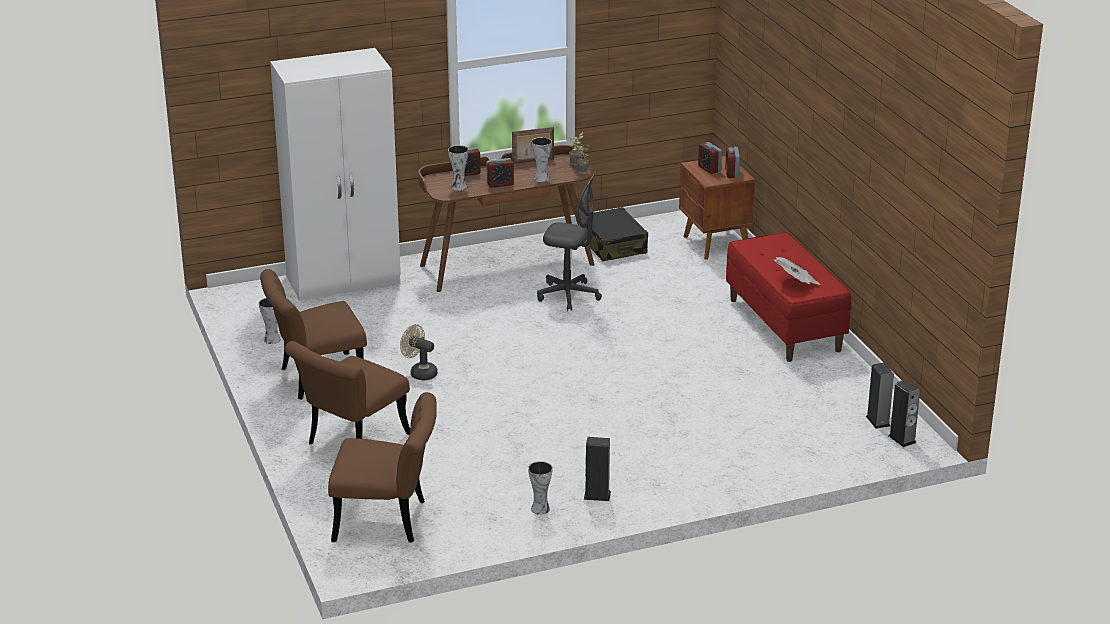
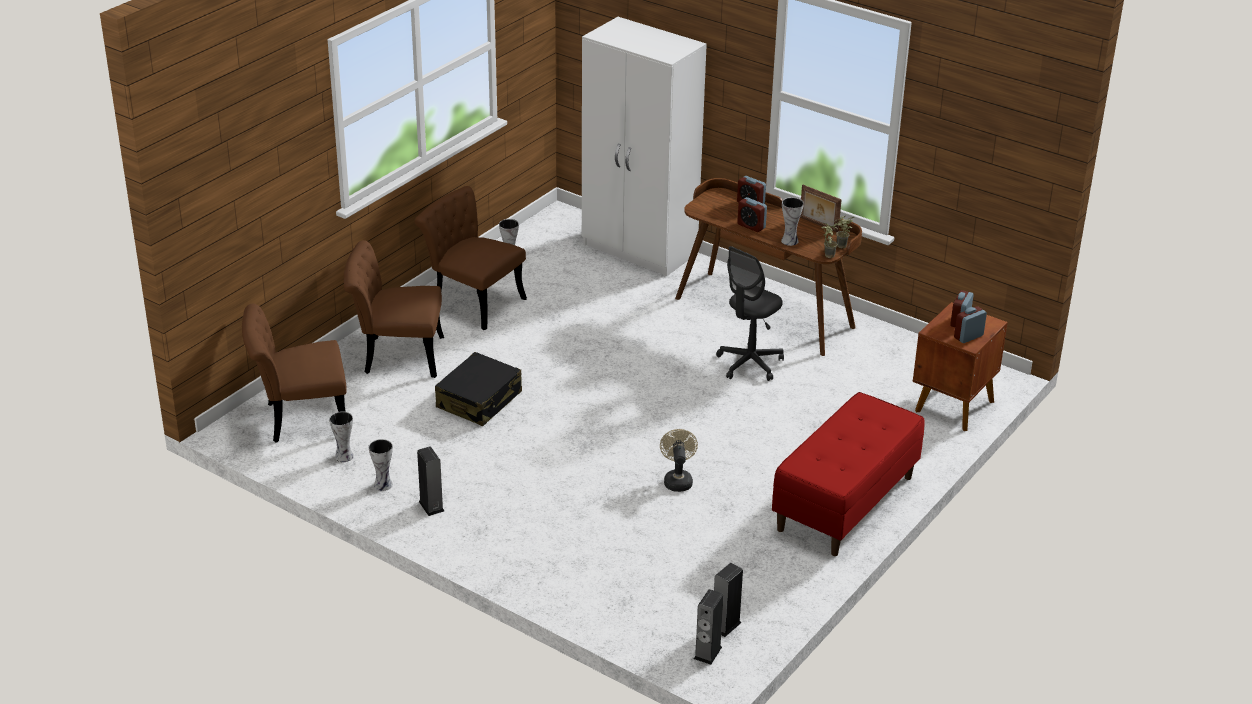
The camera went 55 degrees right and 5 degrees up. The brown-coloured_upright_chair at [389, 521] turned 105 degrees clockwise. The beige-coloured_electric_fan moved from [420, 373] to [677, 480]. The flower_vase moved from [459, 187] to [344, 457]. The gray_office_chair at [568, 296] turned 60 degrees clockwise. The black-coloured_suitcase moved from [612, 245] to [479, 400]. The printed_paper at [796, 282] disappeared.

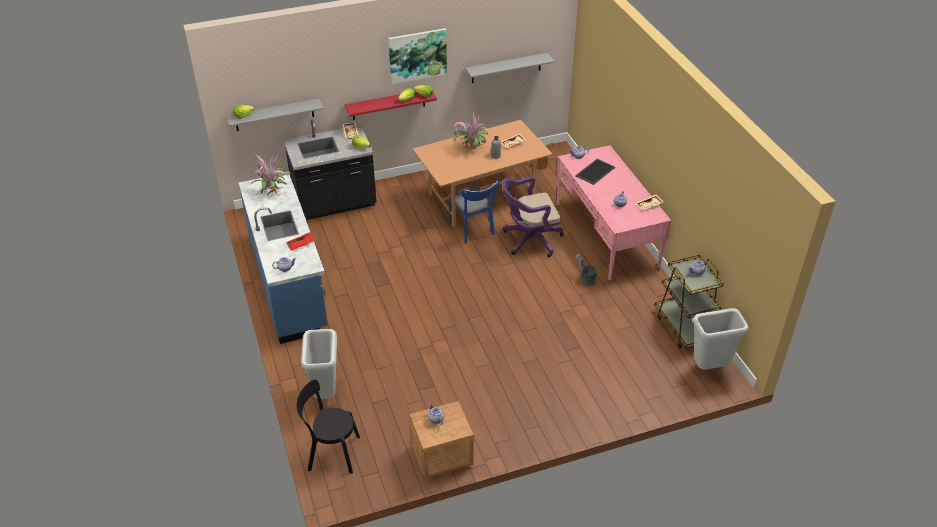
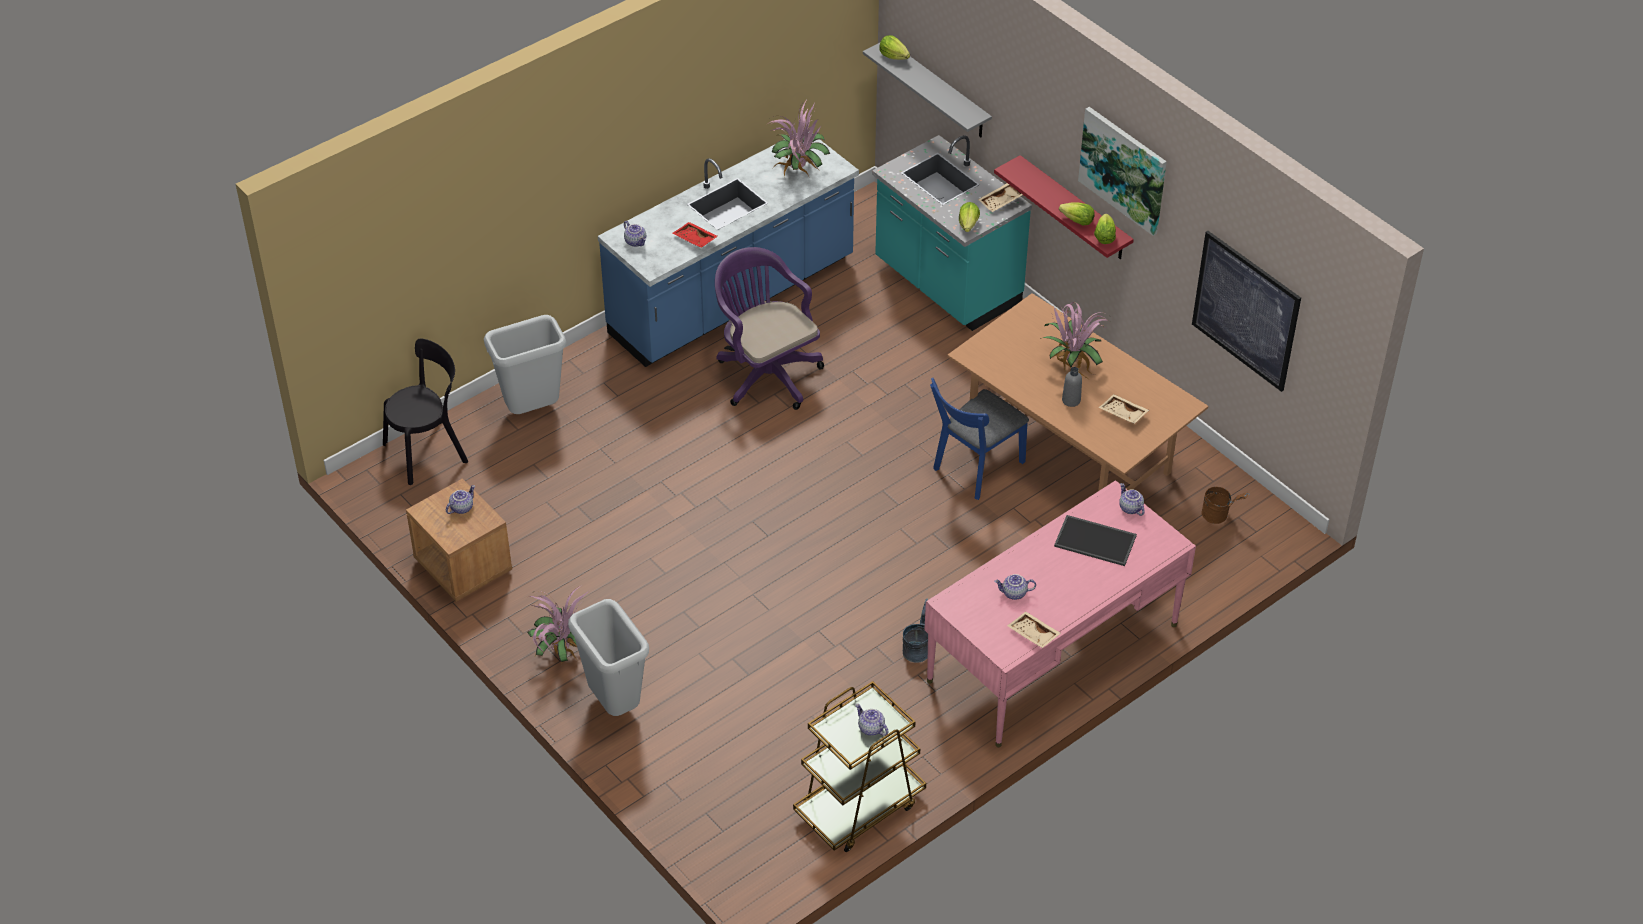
The camera went 70 degrees right and 5 degrees up. The black-coloured_counter at [335, 205] became the blue-green_counter at [946, 284]. The black-coloured_upright_chair at [331, 453] turned 75 degrees clockwise. The gray_shelf at [506, 68] was replaced by the wall_art at [1246, 310]. The purple-coloured_office_chair moved from [529, 240] to [765, 373]. The gray_rubbish_bin moved from [709, 367] to [616, 704]. The plant_in_a_pot at [561, 653] appeared.

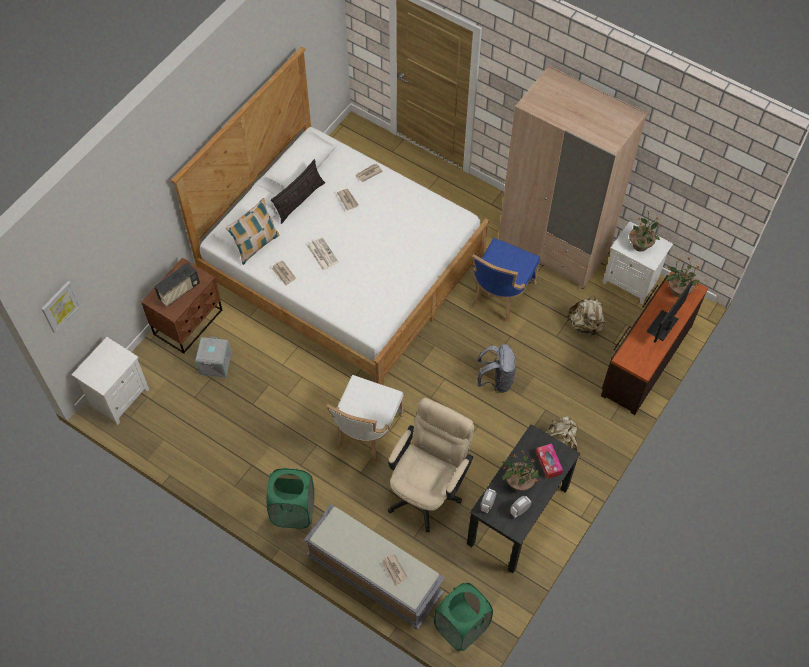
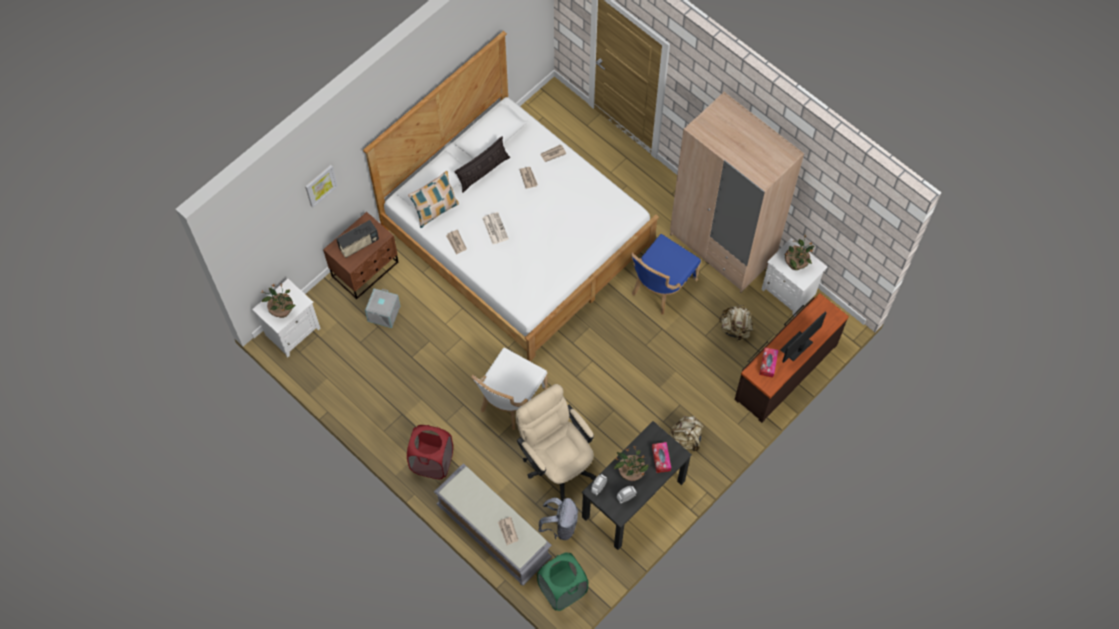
The camera went 10 degrees right and 5 degrees up. The wall_art moved from [60, 306] to [320, 185]. The green_laundry_basket at [293, 511] became the red-coloured_laundry_basket at [432, 462]. The beige-coloured_office_chair at [428, 488] turned 75 degrees counterclockwise. The gray_backpack moved from [496, 380] to [560, 525]. The plant_in_a_pot moved from [678, 290] to [282, 310]. The box_of_tissues at [768, 364] appeared.

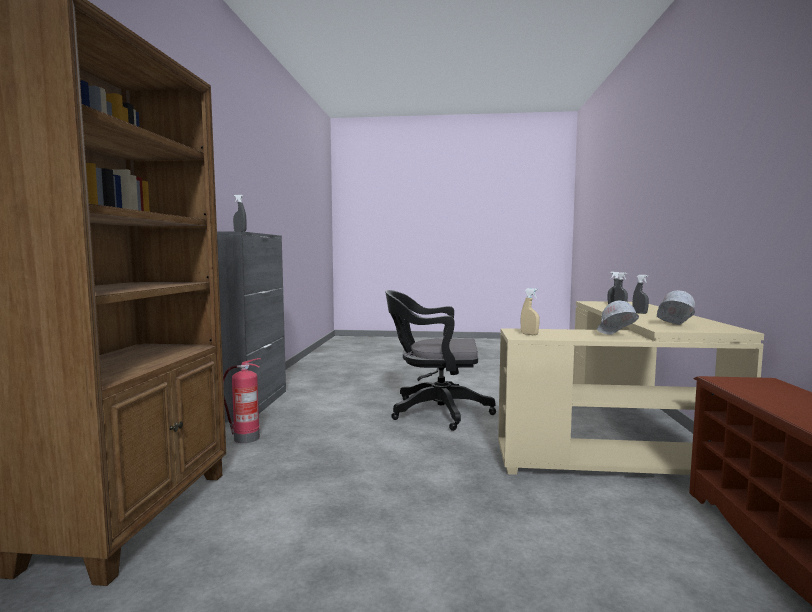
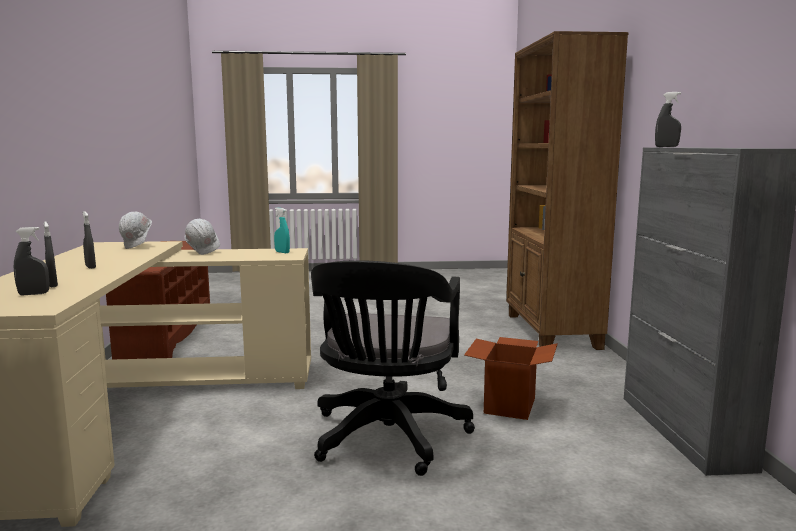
The camera went 170 degrees right and 5 degrees up. The fire_extinguisher at [245, 438] disappeared. The black-coloured_office_chair at [434, 412] turned 105 degrees clockwise. The beige-coloured_spray_bottle at [529, 334] became the blue-green_spray_bottle at [282, 252]. The packing_box at [509, 405] appeared.

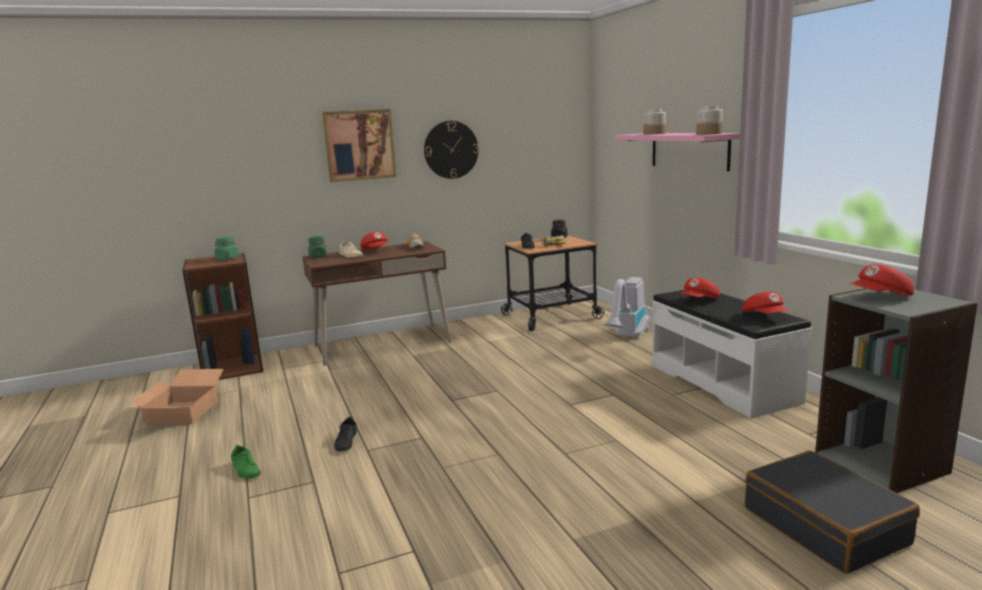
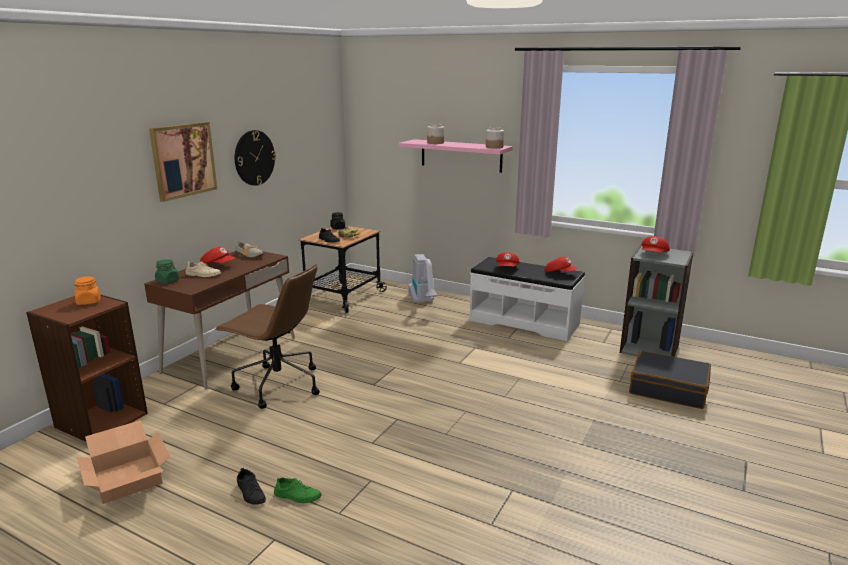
The camera went 40 degrees left and 5 degrees up. The green_storage_jar at [227, 258] became the orangey_storage_jar at [89, 302]. The black-coloured_item_of_footwear moved from [346, 441] to [251, 493]. The brown-coloured_office_chair at [277, 385] appeared.

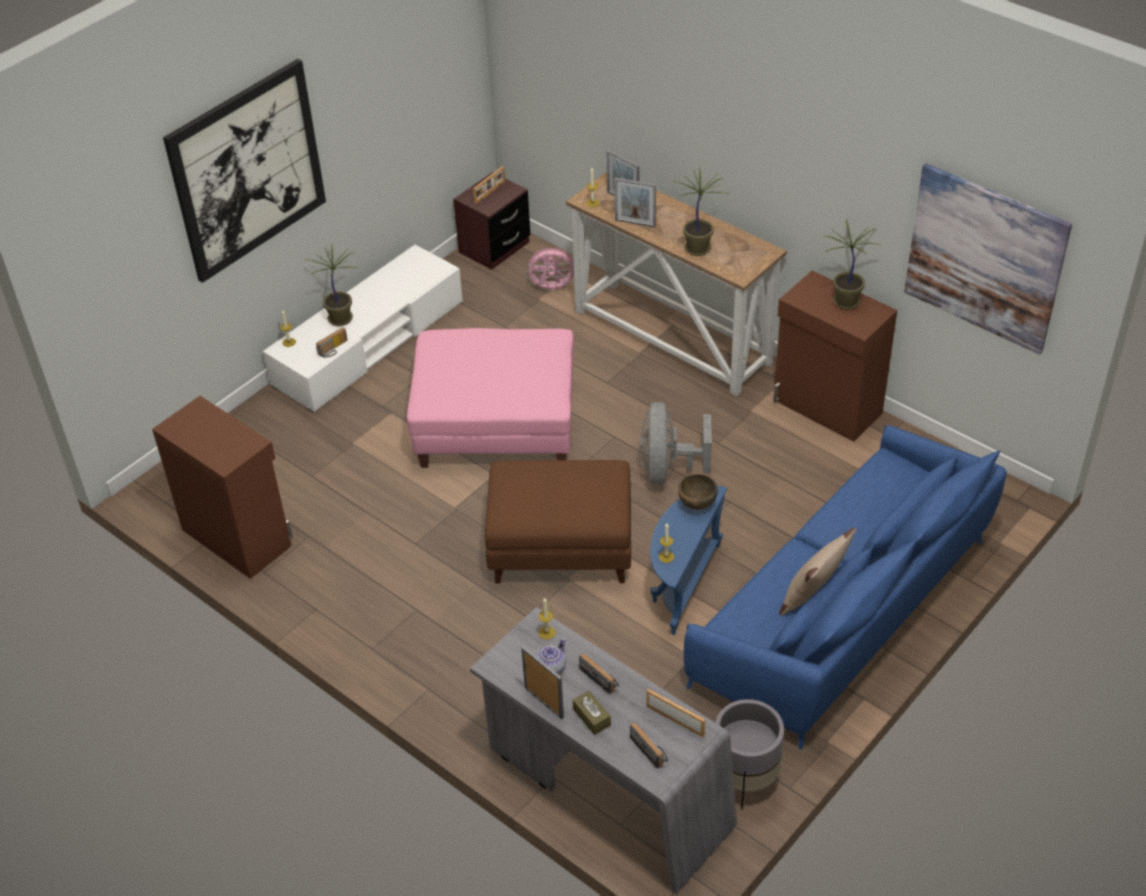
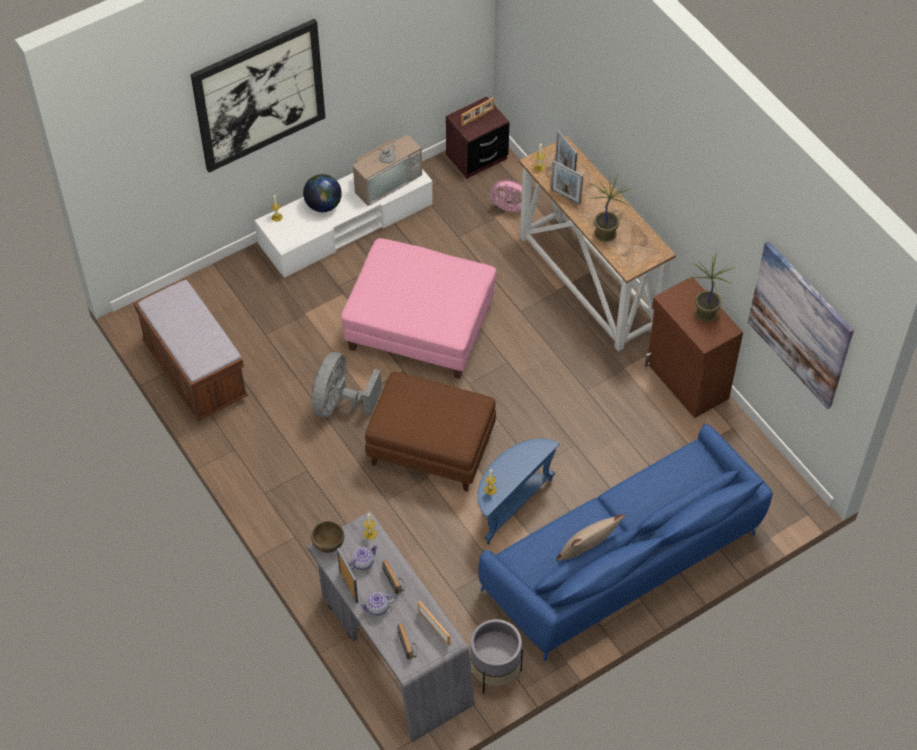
The camera went 15 degrees right and 10 degrees up. The brown-coloured_cupboard at [237, 536] was replaced by the brown-coloured_indoor_bench at [195, 372]. The plant_in_a_pot at [341, 318] was replaced by the globe at [323, 205]. The radio_set at [334, 349] disappeared. The brown-coloured_box_of_tissues at [592, 717] was replaced by the teapot at [377, 608]. The gray_electric_fan moved from [668, 470] to [340, 403]. The brown-coloured_bowl moved from [696, 505] to [328, 545]. The TV_set at [386, 180] appeared.

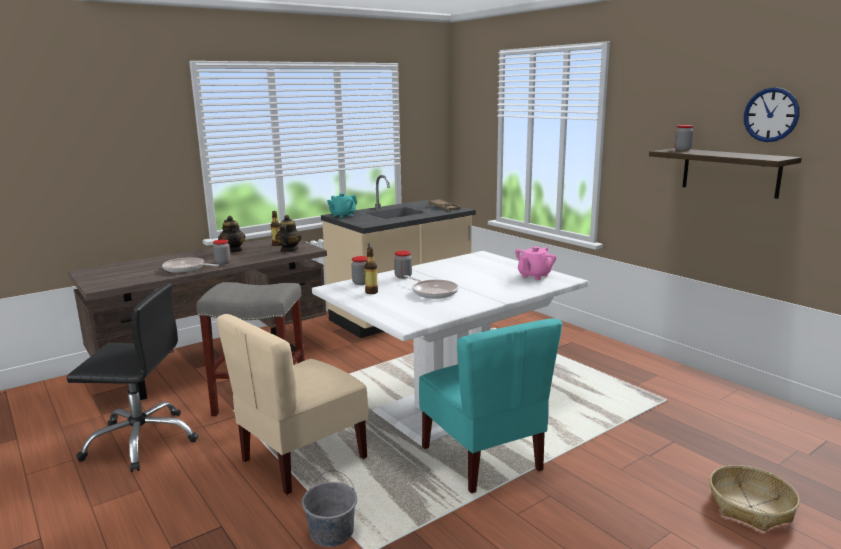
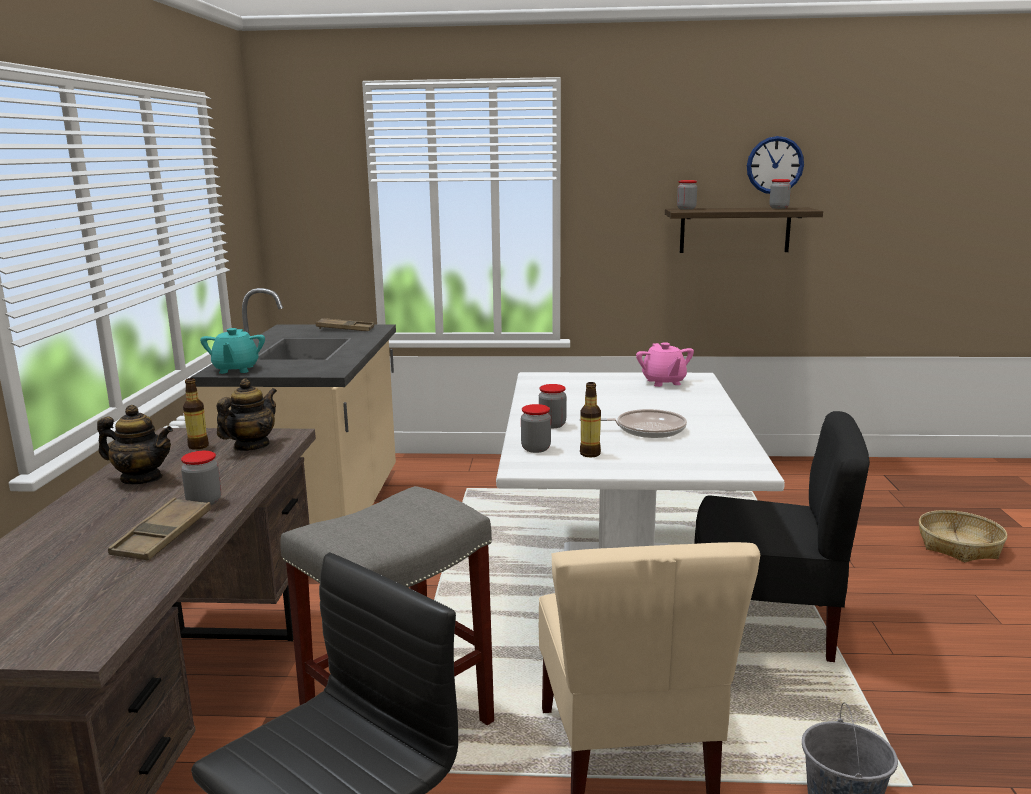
The camera went 50 degrees left and 0 degrees up. The frying_pan at [186, 268] was replaced by the brown-coloured_carrying_tray at [163, 536]. The teapot at [289, 250] turned 75 degrees clockwise. The blue-green_upright_chair at [483, 458] became the black-coloured_upright_chair at [765, 624]. The storage_jar at [779, 208] appeared.

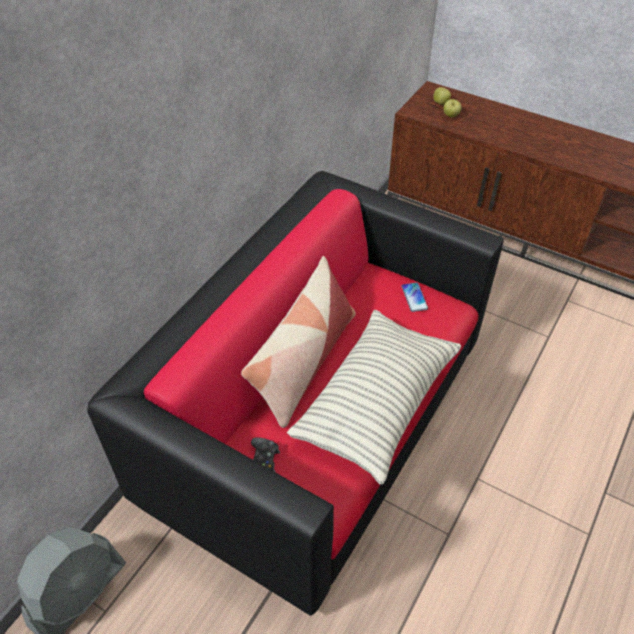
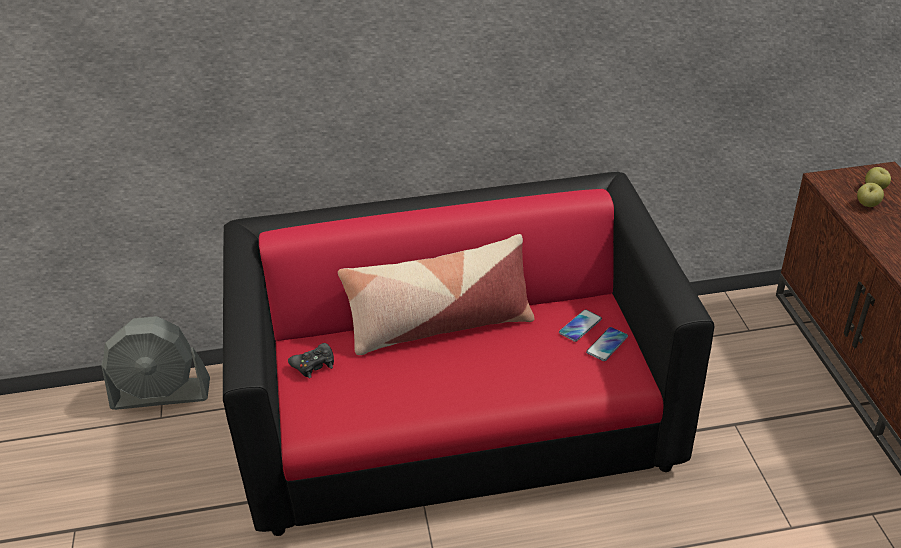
The camera went 50 degrees right and 10 degrees down. The pillow at [376, 404] disappeared. The handset at [580, 326] appeared.

